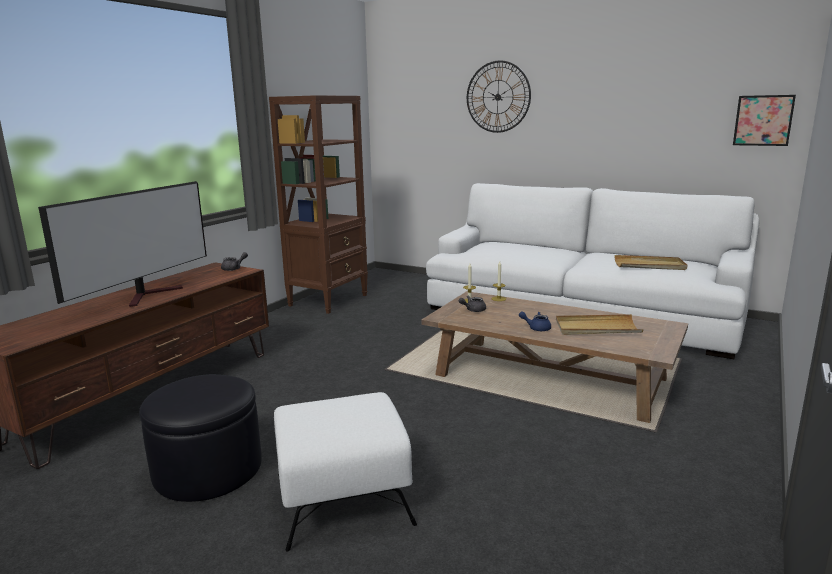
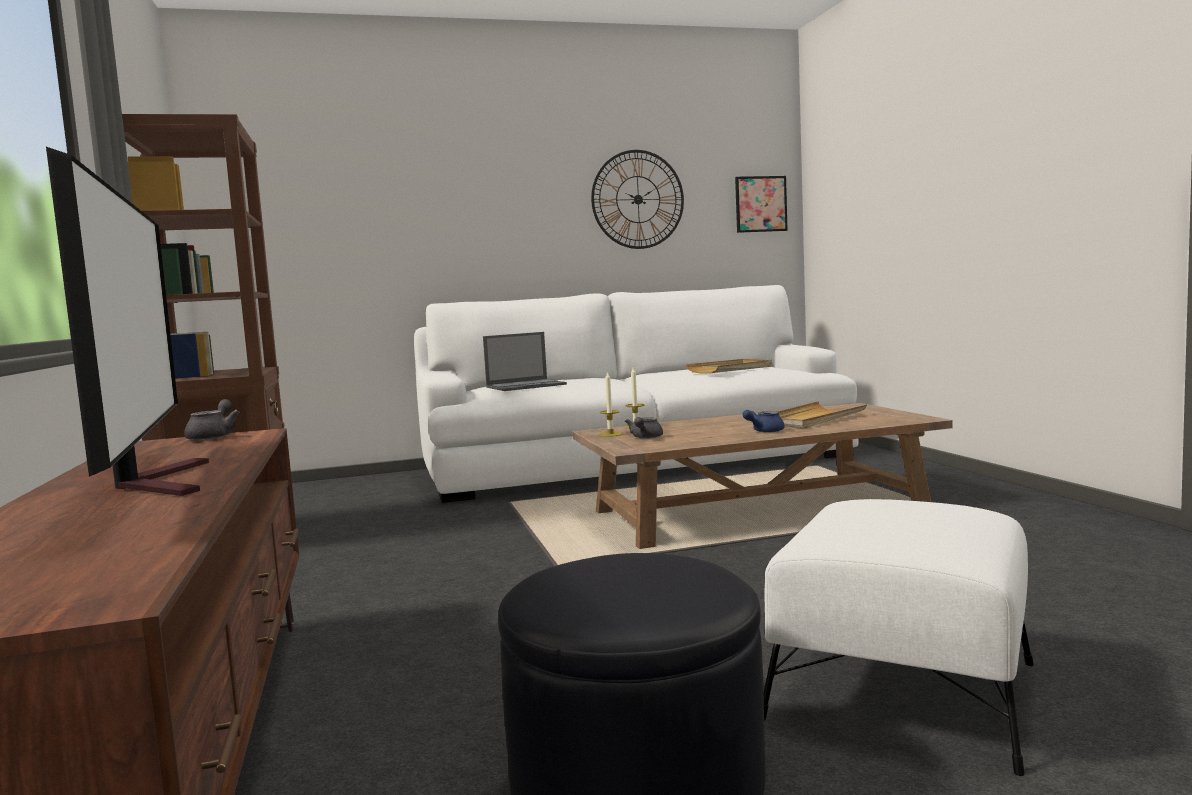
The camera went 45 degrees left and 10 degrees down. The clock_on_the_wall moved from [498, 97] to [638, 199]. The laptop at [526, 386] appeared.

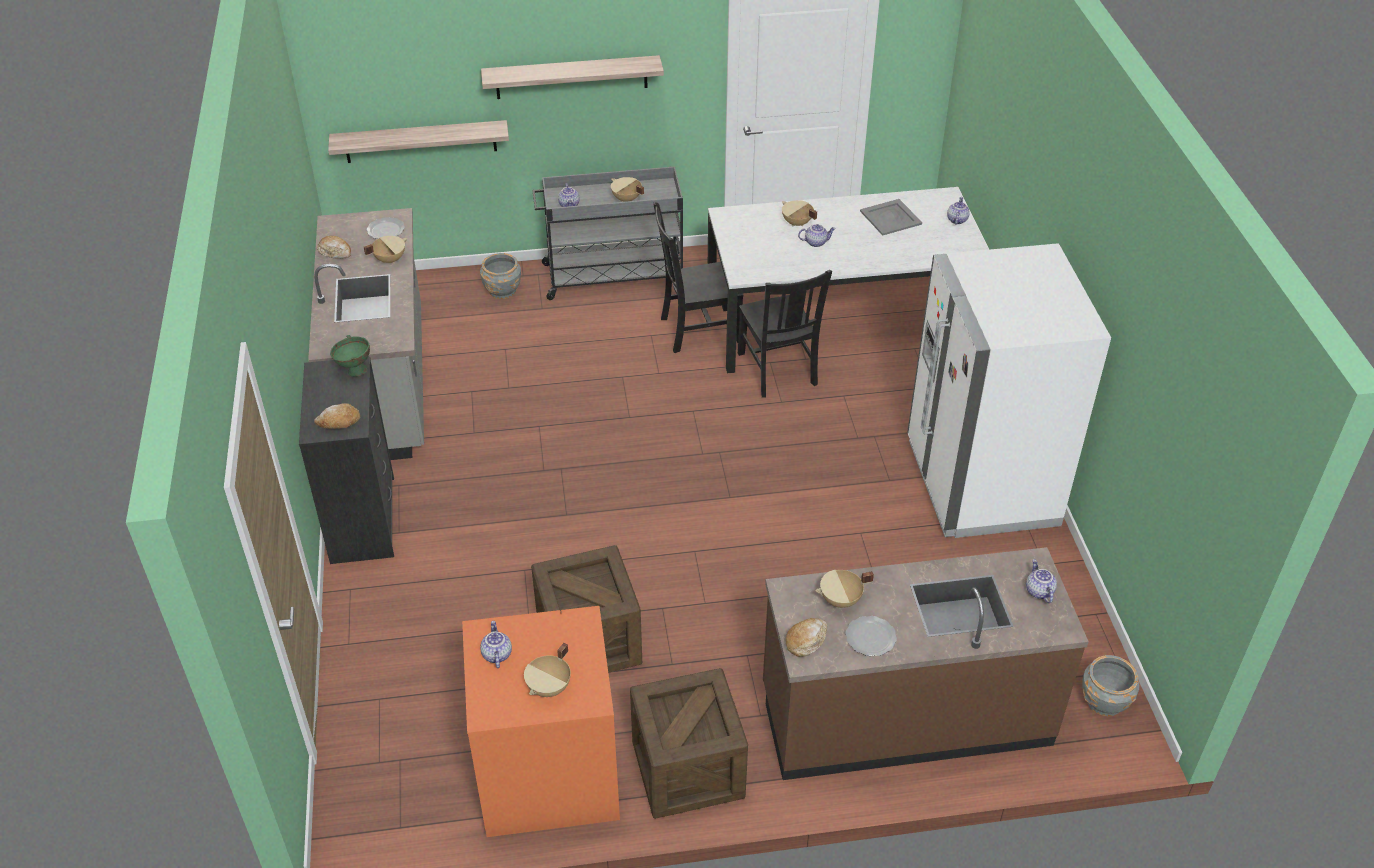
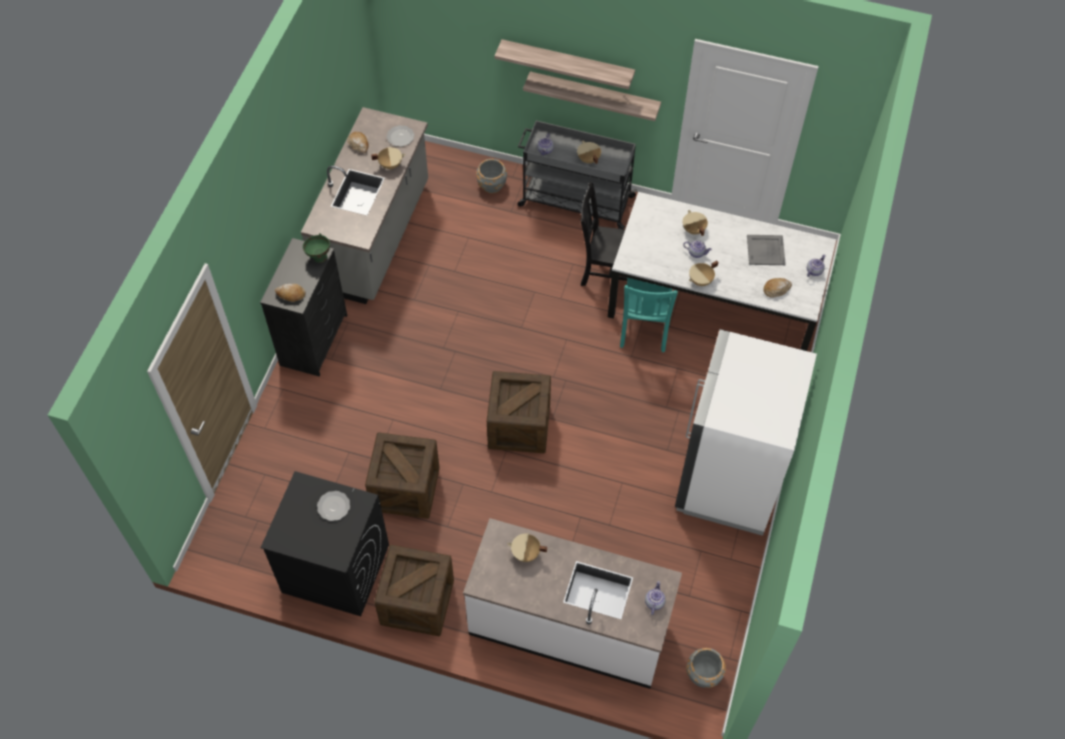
The camera went 25 degrees right and 15 degrees up. The shelf moved from [420, 141] to [594, 95]. The orangey_laundry_appliance at [547, 775] became the black-coloured_laundry_appliance at [334, 568]. The teapot at [496, 654] disappeared. The beige-coloured_stockpot moved from [549, 688] to [701, 281]. The black-coloured_upright_chair at [778, 371] became the blue-green_upright_chair at [644, 329]. The brown-coloured_counter at [905, 715] became the white_counter at [569, 626]. The bakery_bread moved from [806, 640] to [776, 289]. The plate moved from [871, 637] to [334, 506]. The shipping_crate at [519, 426] appeared.

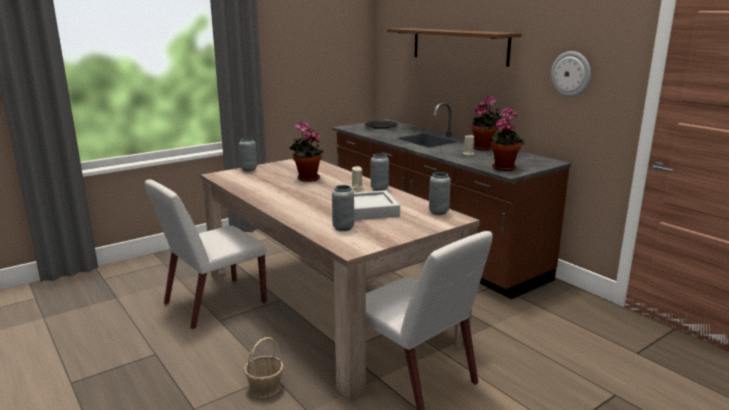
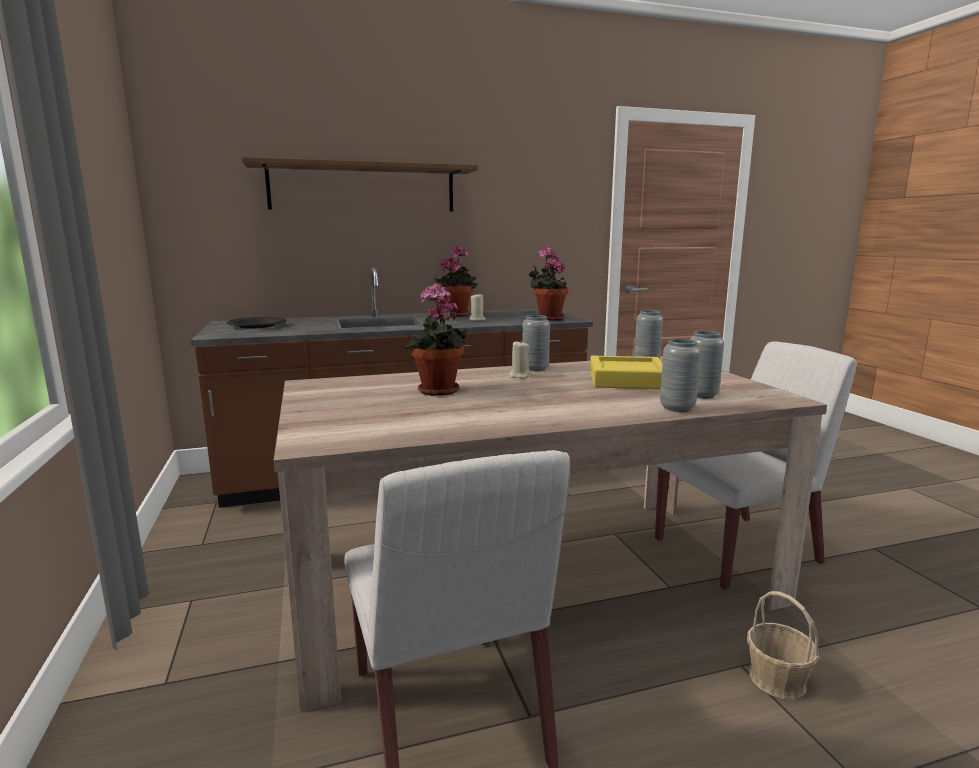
The camera went 70 degrees left and 5 degrees down. The gray_flower_vase moved from [249, 170] to [677, 408]. The gray_carrying_tray at [370, 210] became the yellowish_carrying_tray at [627, 380]. The clock_on_the_wall at [571, 74] disappeared.

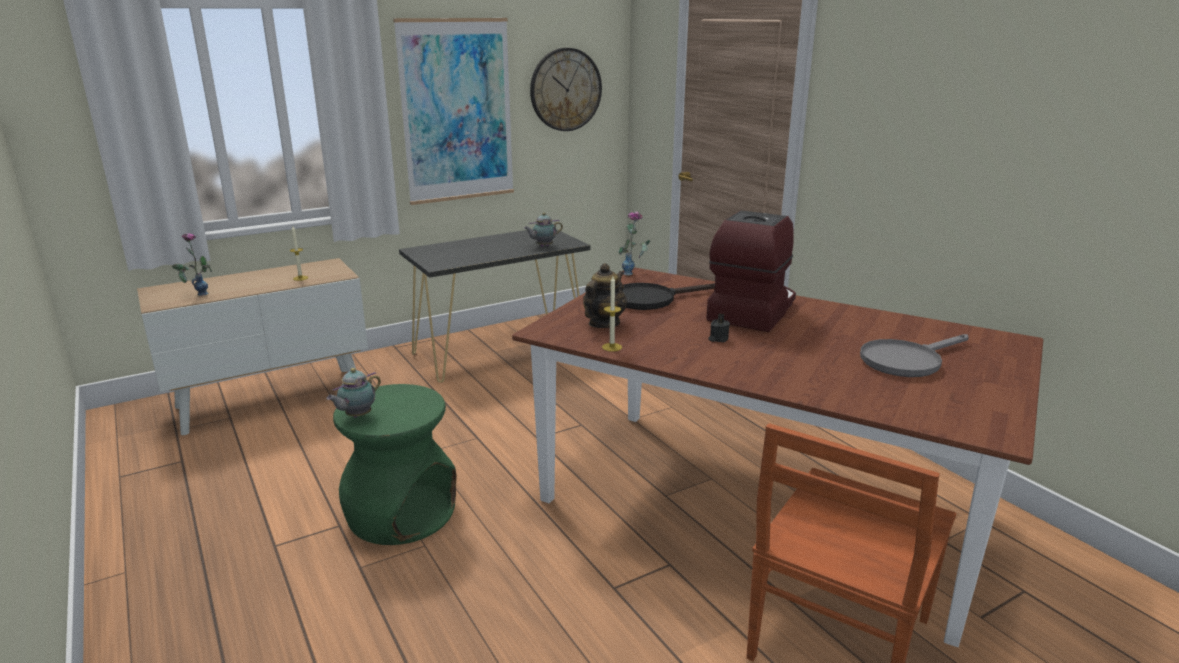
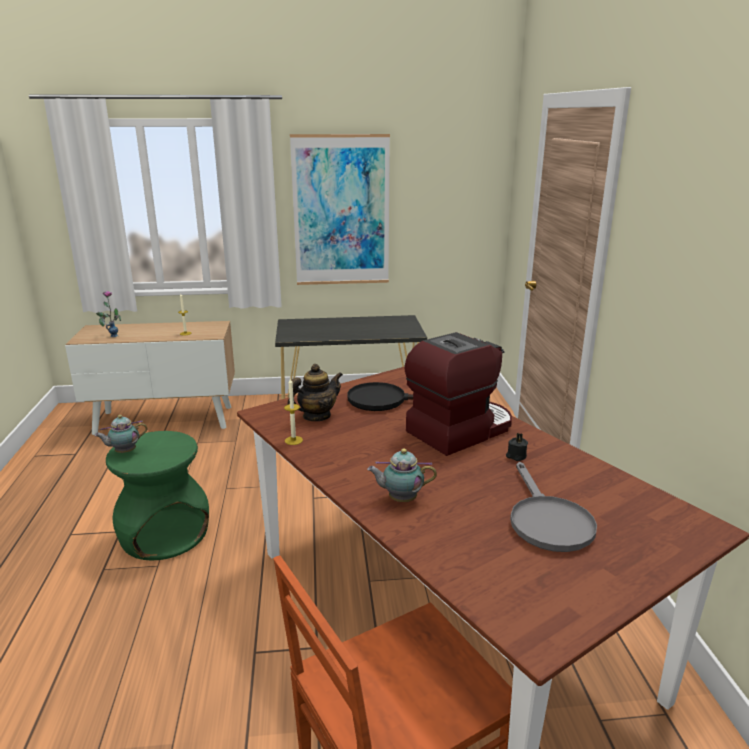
The camera went 25 degrees right and 0 degrees up. The teapot moved from [543, 246] to [400, 499]. The clock_on_the_wall at [565, 90] disappeared. The flower_vase at [635, 273] disappeared. The black-coloured_candle moved from [718, 339] to [516, 456]. The gray_frying_pan at [907, 360] turned 90 degrees counterclockwise.

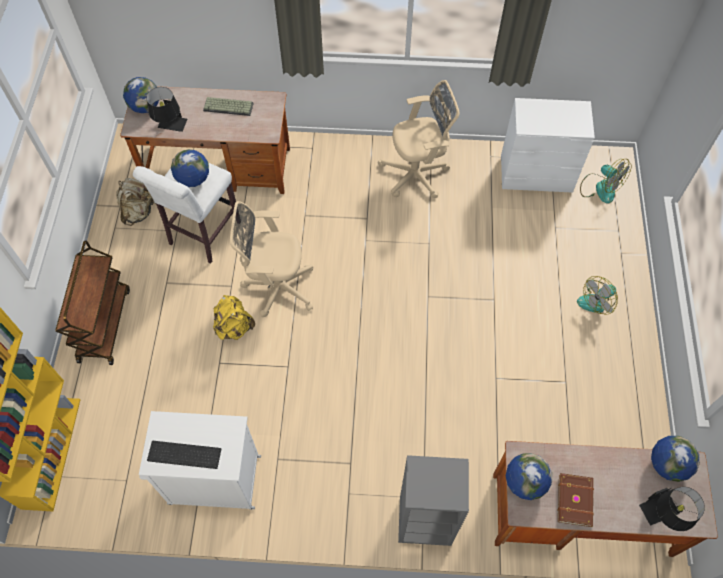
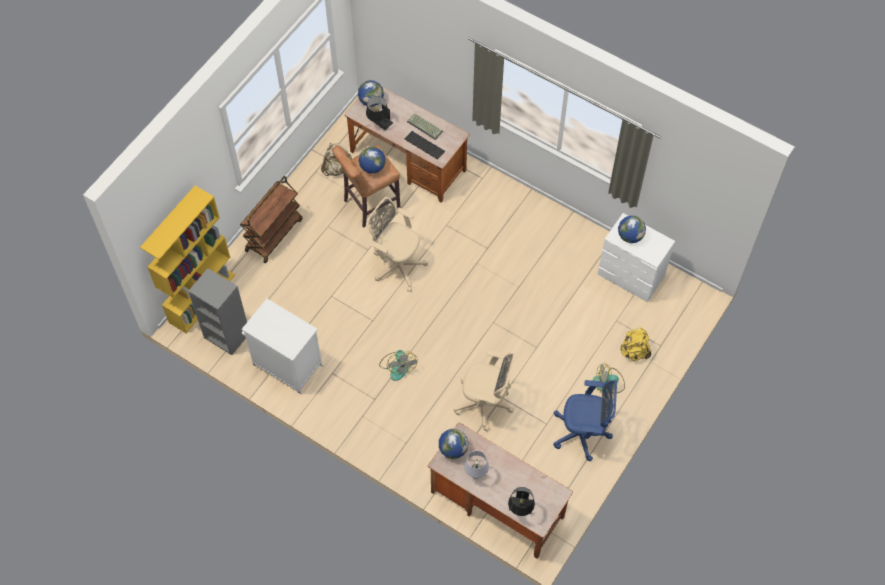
The camera went 30 degrees right and 0 degrees up. The white_sitting_stool at [202, 236] became the brown-coloured_sitting_stool at [369, 205]. The computer_keyboard moved from [183, 456] to [423, 145]. The yellowish_backpack moved from [234, 327] to [634, 351]. The beige-coloured_office_chair moved from [417, 174] to [485, 404]. The gray_bookshelf moved from [424, 522] to [226, 335]. The brown-coloured_bound_book at [576, 500] was replaced by the gray_tabletop_lamp at [476, 474]. The electric_fan moved from [600, 188] to [397, 366]. The globe moved from [667, 464] to [630, 236]. The blue-coloured_office_chair at [583, 434] appeared.

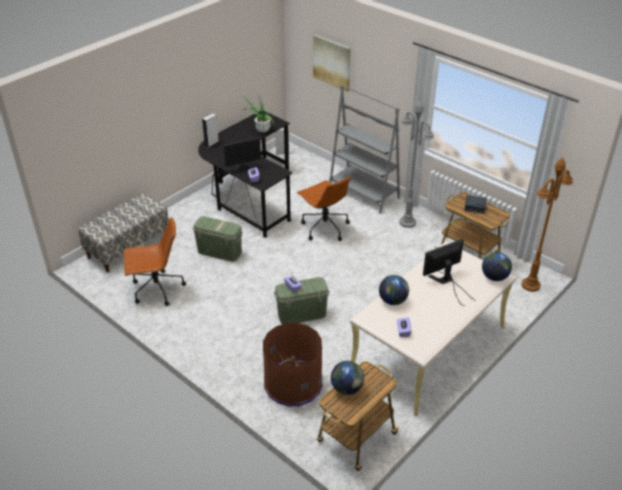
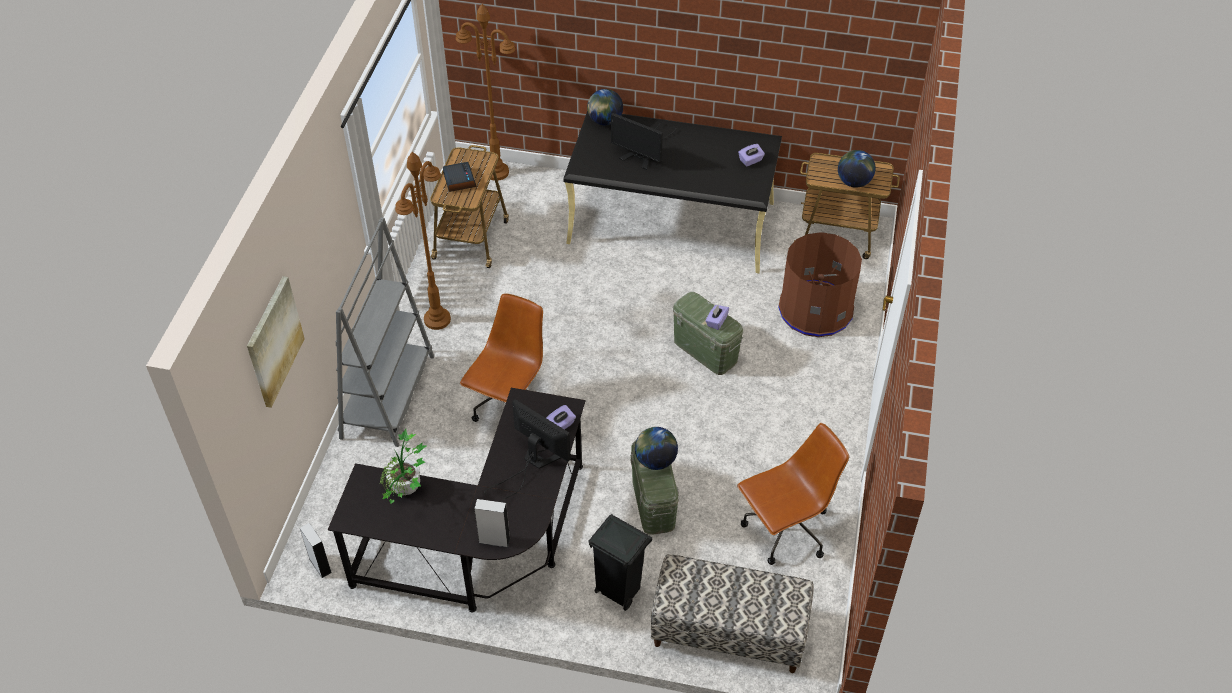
The camera went 120 degrees left and 10 degrees up. The brown-coloured_office_chair at [156, 289] turned 105 degrees clockwise. The beige-coloured_desk_table at [428, 349] became the black-coloured_desk_table at [672, 223]. The globe moved from [393, 300] to [655, 460]. The gray_floor_lamp at [407, 222] became the brown-coloured_floor_lamp at [437, 319]. The black-coloured_rubbish_bin at [618, 591] appeared.

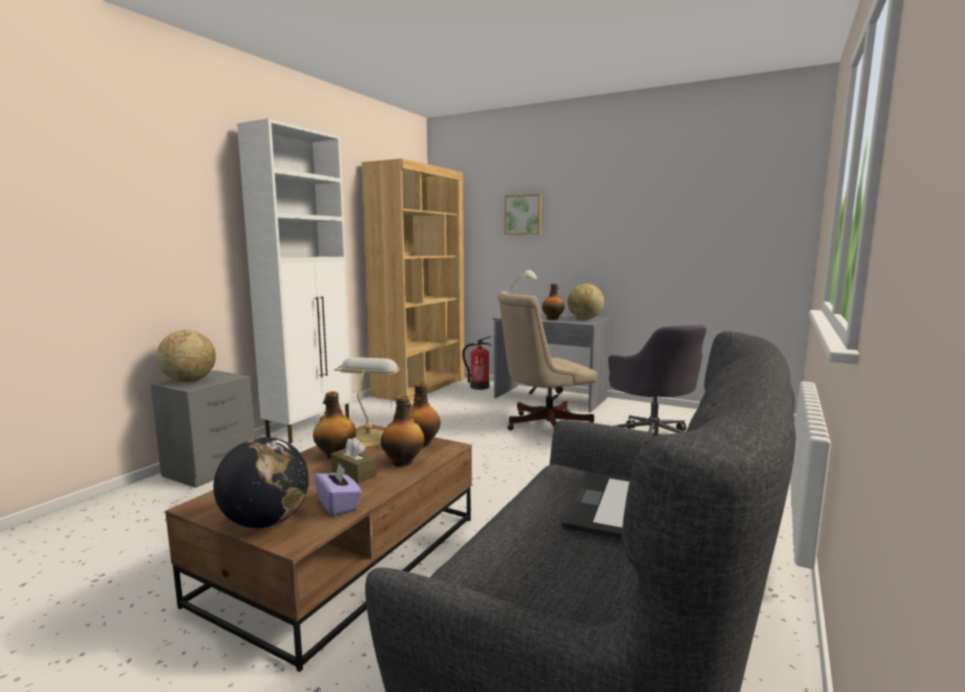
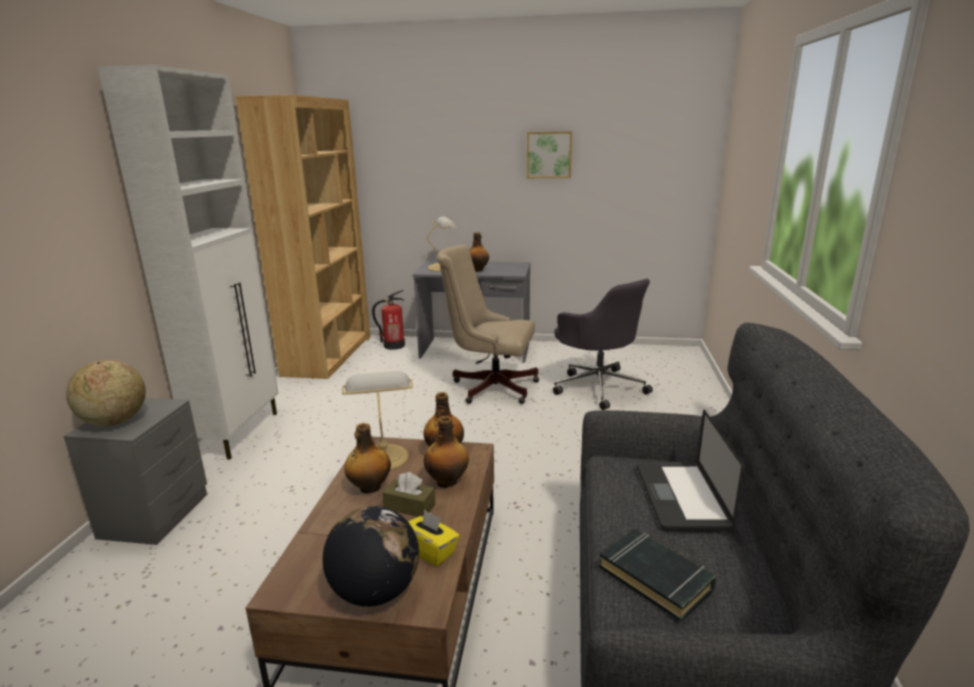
The camera went 20 degrees left and 10 degrees up. The purple-coloured_box_of_tissues at [338, 505] became the yellowish_box_of_tissues at [430, 551]. The beige-coloured_office_chair at [542, 425] turned 60 degrees clockwise. The wall_art moved from [523, 214] to [549, 155]. The globe at [584, 319] disappeared. The black-coloured_bound_book at [656, 578] appeared.

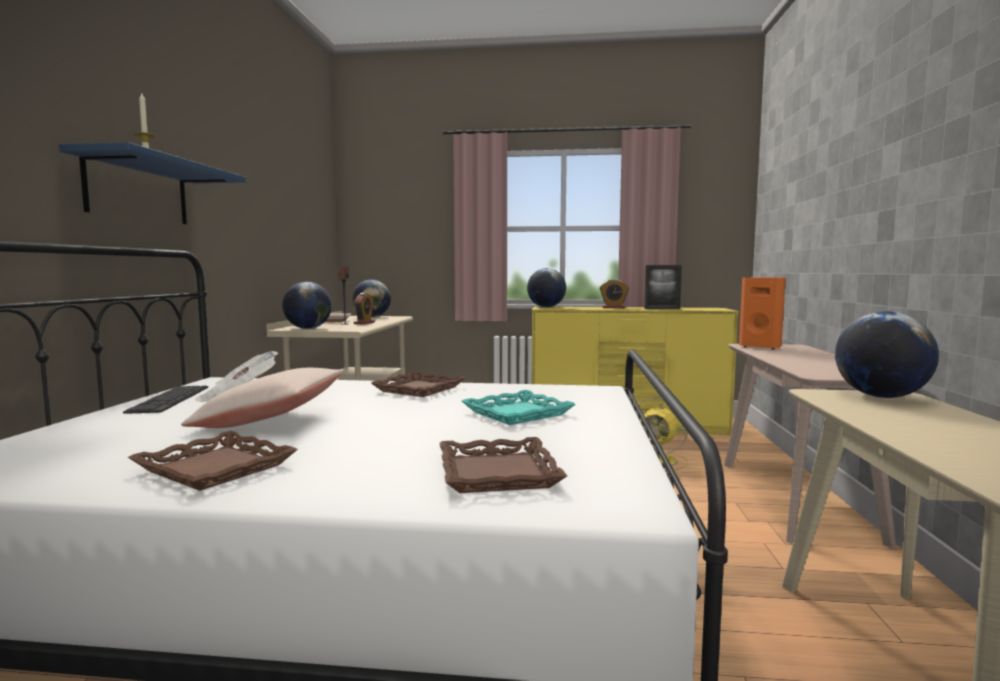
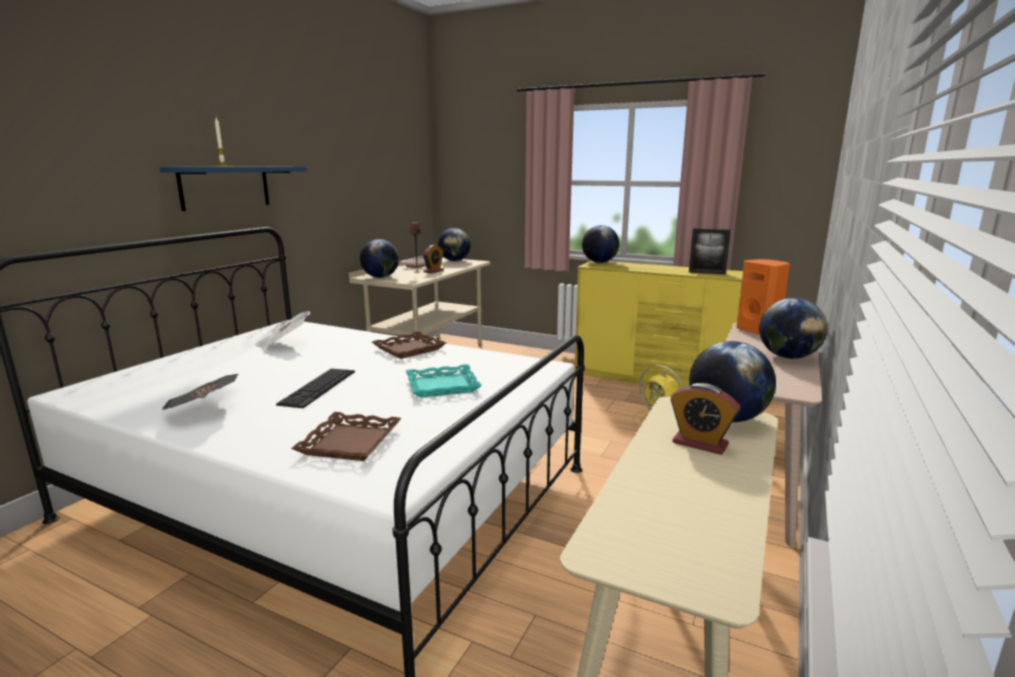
The camera went 20 degrees right and 10 degrees up. The computer_keyboard moved from [169, 399] to [318, 387]. The brown-coloured_carrying_tray at [214, 468] was replaced by the printed_paper at [203, 410]. The beige-coloured_pillow at [270, 419] disappeared. The table_clock moved from [613, 307] to [700, 443]. The globe at [787, 357] appeared.

